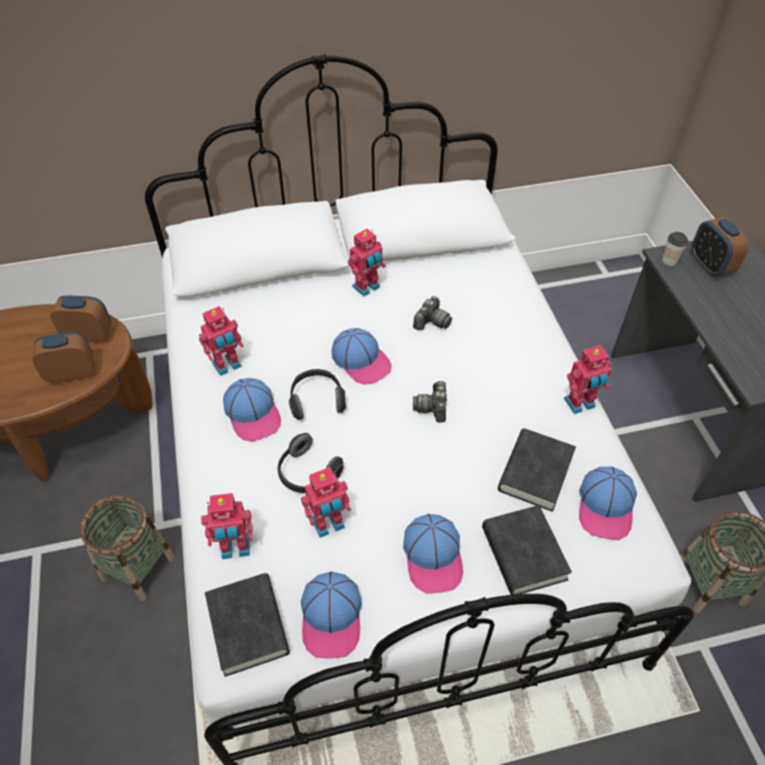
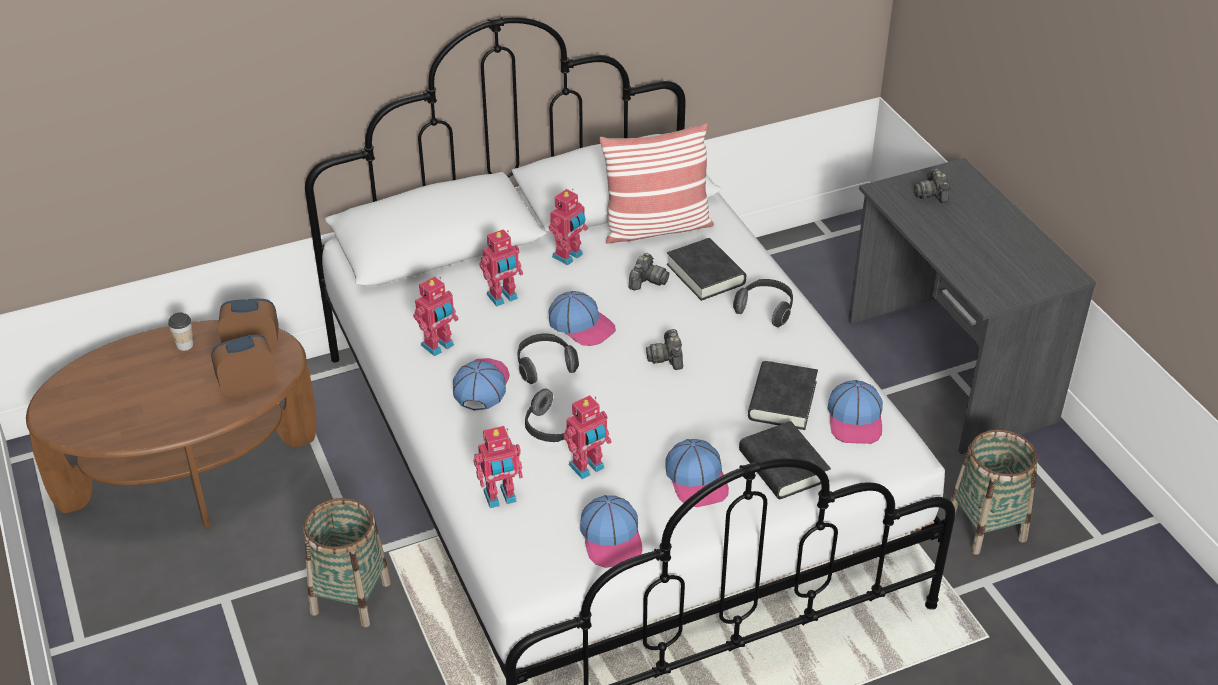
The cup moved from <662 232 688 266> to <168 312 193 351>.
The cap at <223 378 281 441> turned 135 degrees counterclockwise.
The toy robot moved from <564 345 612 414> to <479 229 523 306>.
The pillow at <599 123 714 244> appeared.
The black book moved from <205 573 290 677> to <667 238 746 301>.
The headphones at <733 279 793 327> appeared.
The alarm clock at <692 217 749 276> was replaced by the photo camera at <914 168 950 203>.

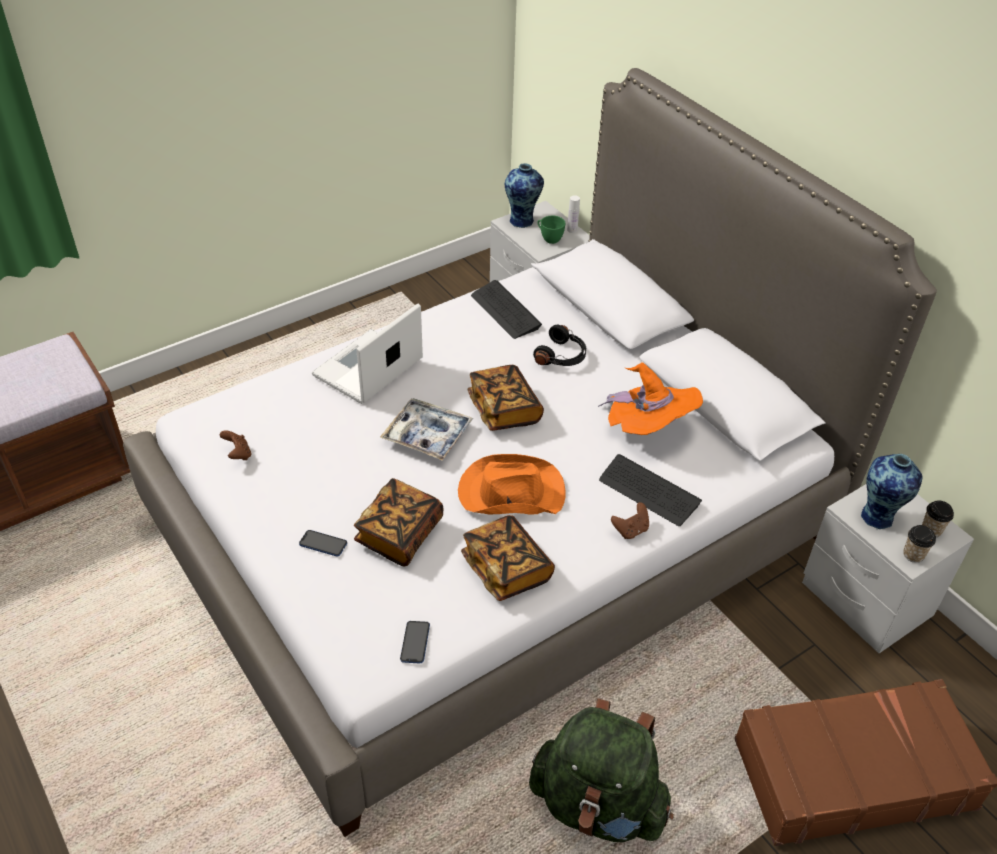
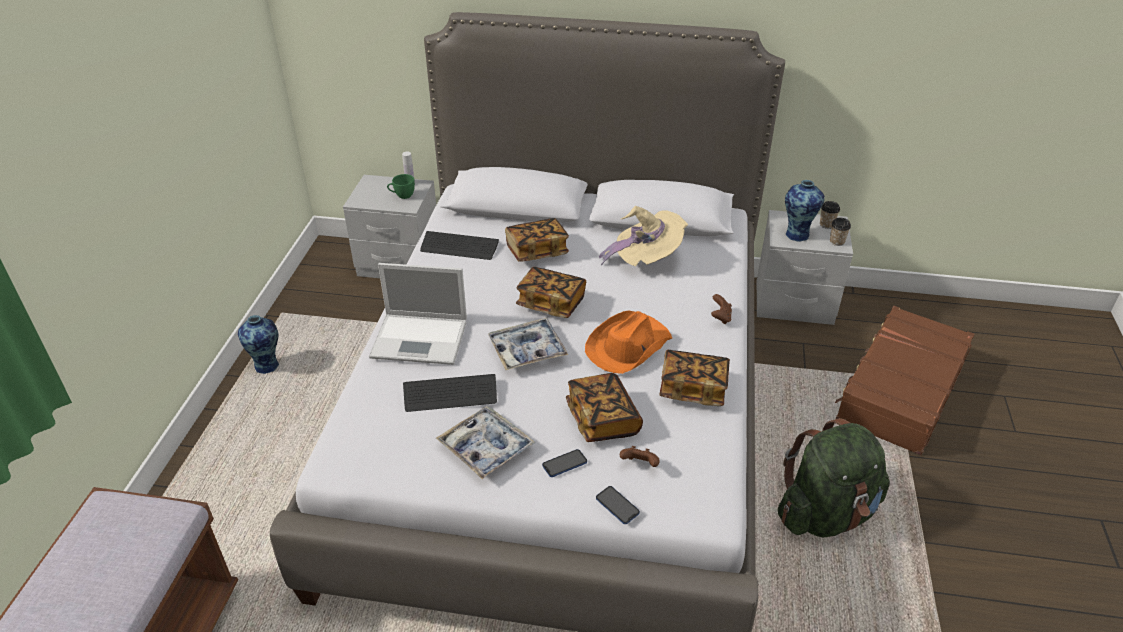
The vase moved from <505 163 544 228> to <238 315 279 374>.
The laptop at <312 303 423 404> turned 75 degrees counterclockwise.
The keyboard moved from <599 454 702 526> to <403 374 497 412>.
The tray at <436 406 535 479> appeared.
The black headphones at <533 325 586 366> was replaced by the book at <505 218 569 262>.
The phone moved from <400 621 430 663> to <596 486 640 524>.
The orange hat at <598 362 703 435> became the beige hat at <599 206 688 266>.
The brown game controller moved from <220 430 252 460> to <620 446 660 467>.

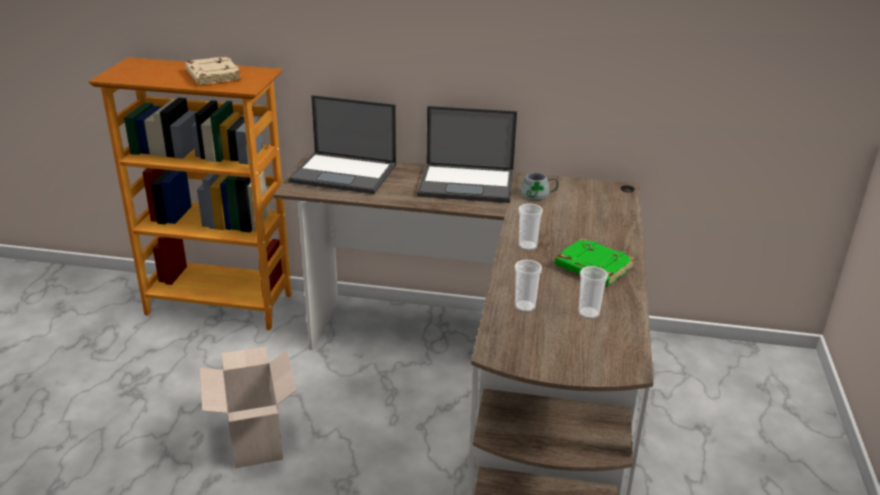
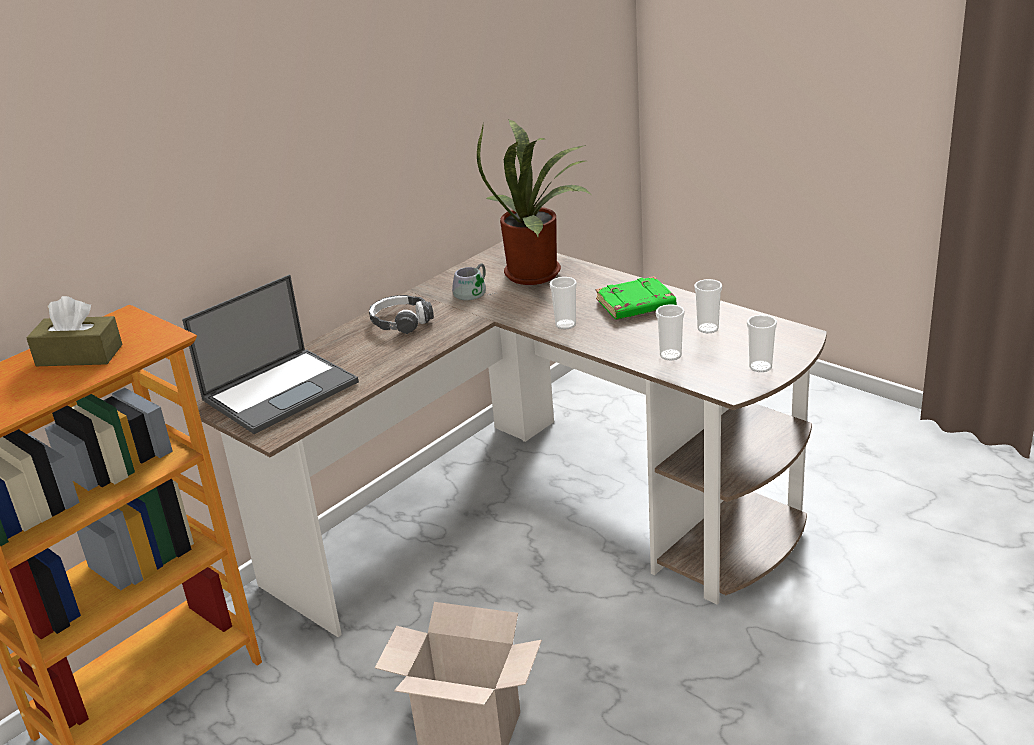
The beige book at <185 56 241 85> was replaced by the brown tissue box at <26 296 123 366>.
The laptop at <417 106 517 203> was replaced by the headphones at <369 295 434 334>.
The potted plant at <477 119 593 285> appeared.
The cup at <747 315 777 372> appeared.

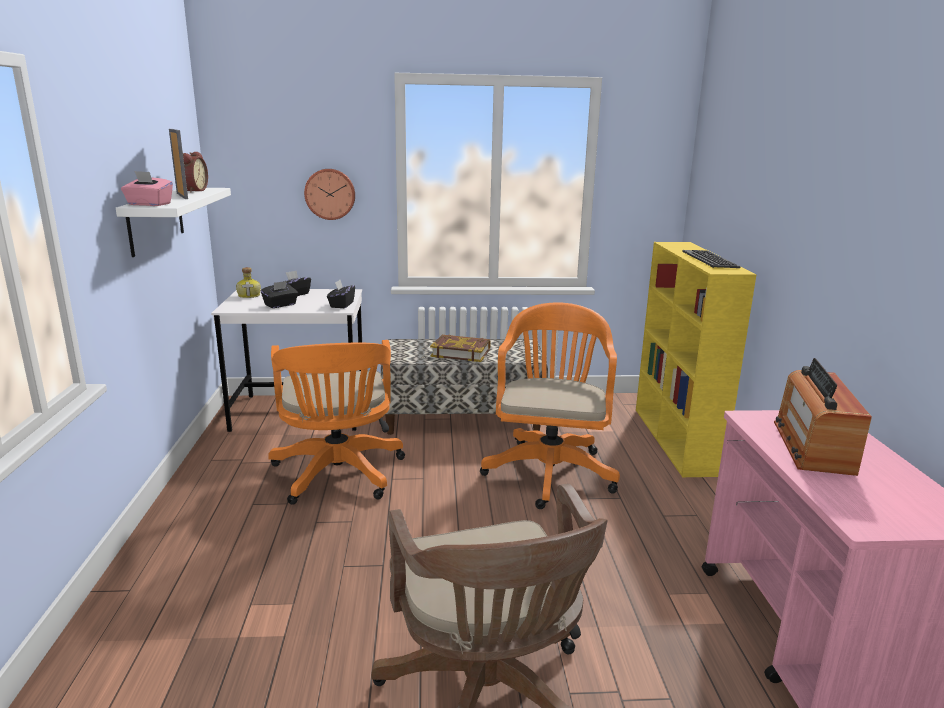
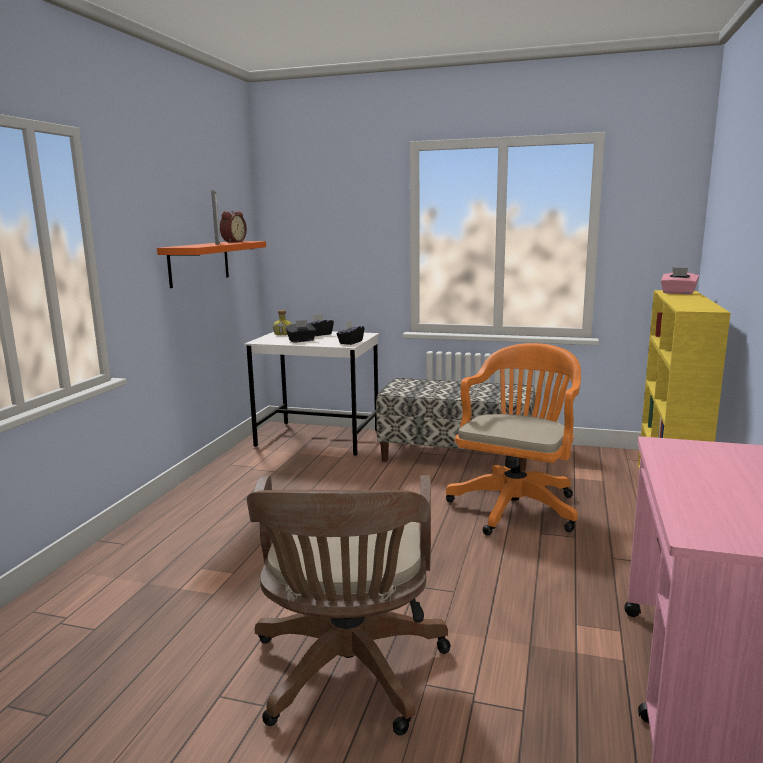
The white shelf at <116 188 231 257> became the orange shelf at <157 241 266 288>.
The pink tissue box moved from <121 171 173 206> to <661 267 699 294>.
The orange office chair at <268 340 405 505> disappeared.
The wall clock at <304 169 355 220> disappeared.
The book at <430 335 491 362> disappeared.
The keyboard at <682 250 741 268> disappeared.
The radio at <774 358 872 476> disappeared.

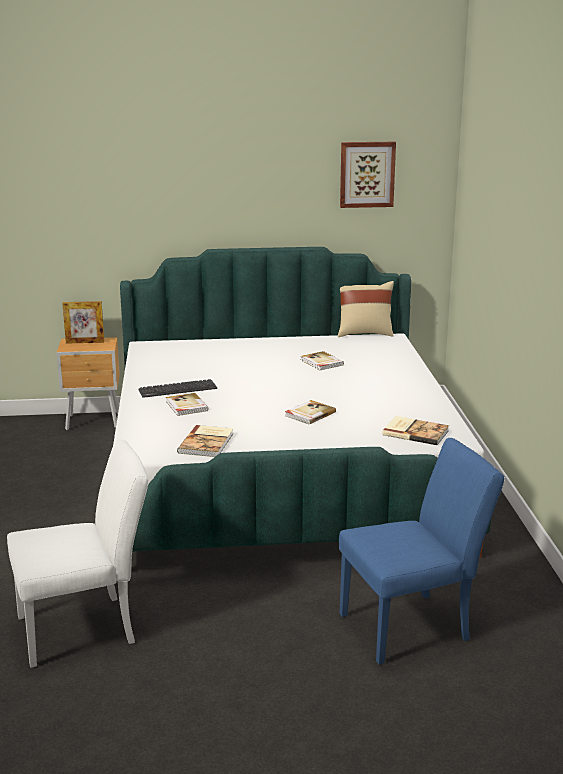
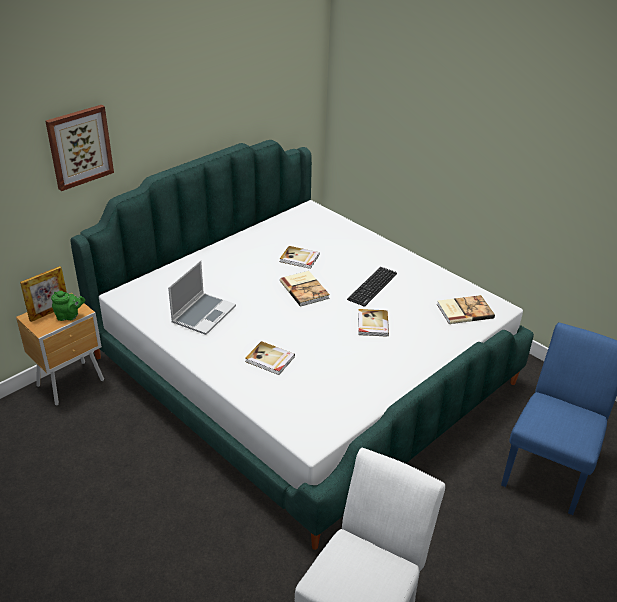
The picture moved from <340 142 396 208> to <45 105 114 191>.
The green teapot at <51 291 85 321> appeared.
The laptop at <168 260 236 335> appeared.
The book moved from <177 425 233 457> to <280 271 330 307>.
The keyboard moved from <138 379 217 398> to <347 267 397 307>.
The beige pillow at <338 281 394 337> disappeared.

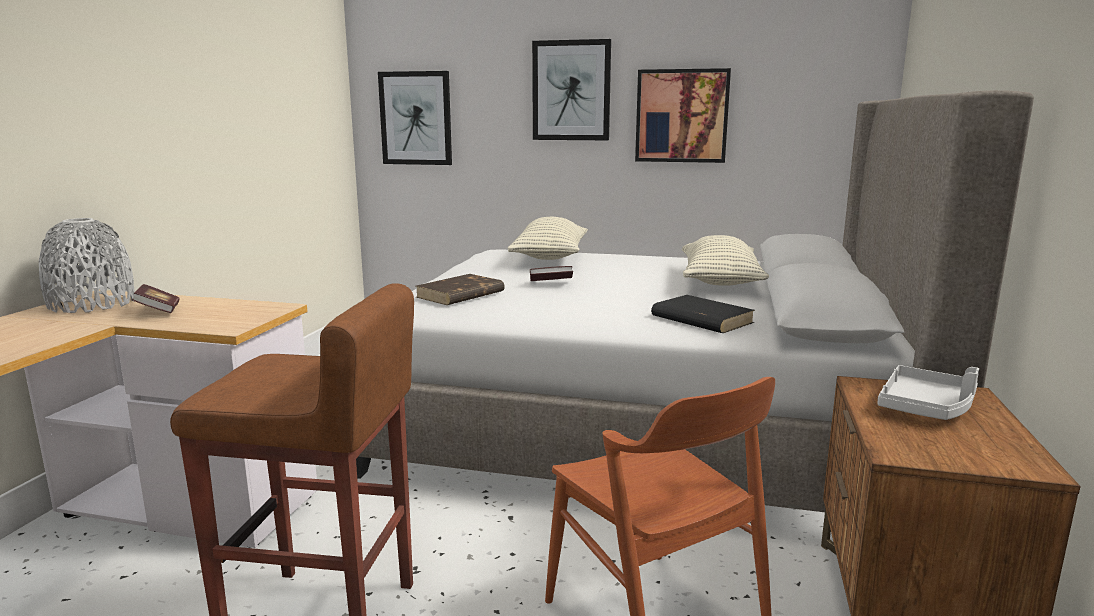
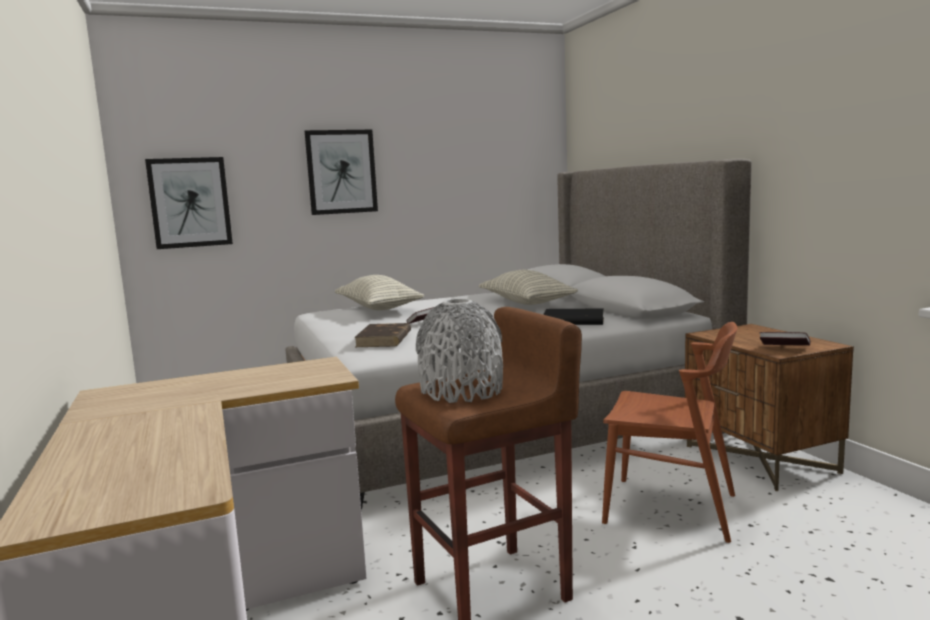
The grey vase moved from <39 218 135 313> to <416 299 503 403>.
The book moved from <132 284 180 313> to <759 332 810 345>.
The picture at <635 68 731 163> disappeared.
The grey tray at <877 365 979 420> disappeared.

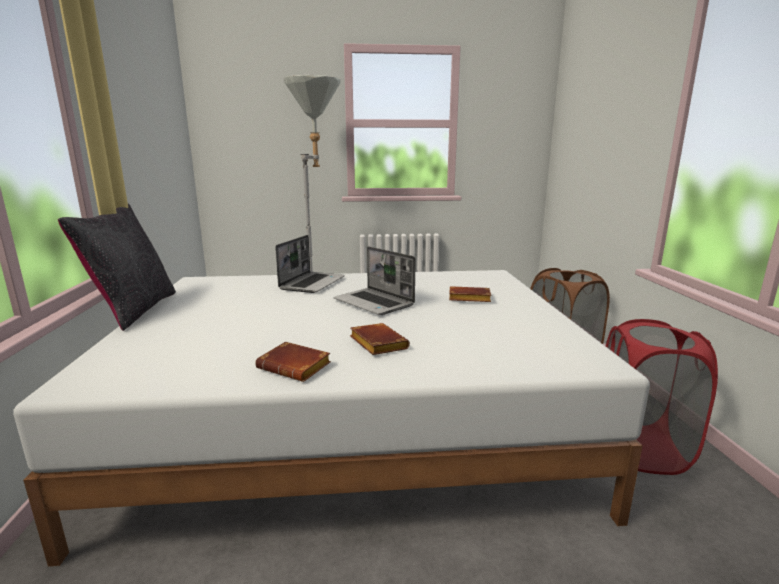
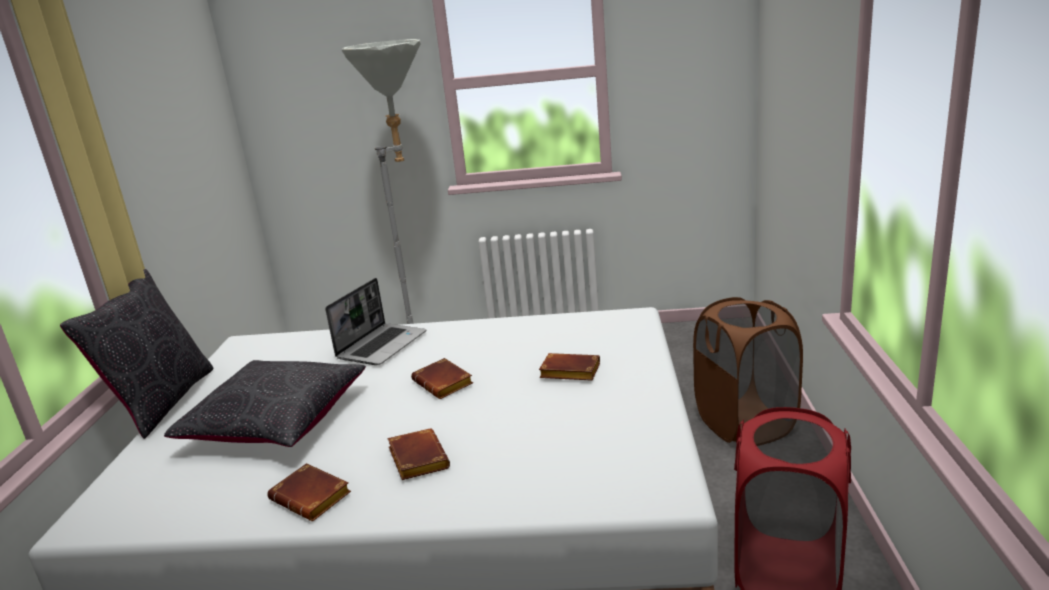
The black pillow at <164 360 366 447> appeared.
The laptop at <333 246 416 315> was replaced by the brown book at <411 358 473 399>.

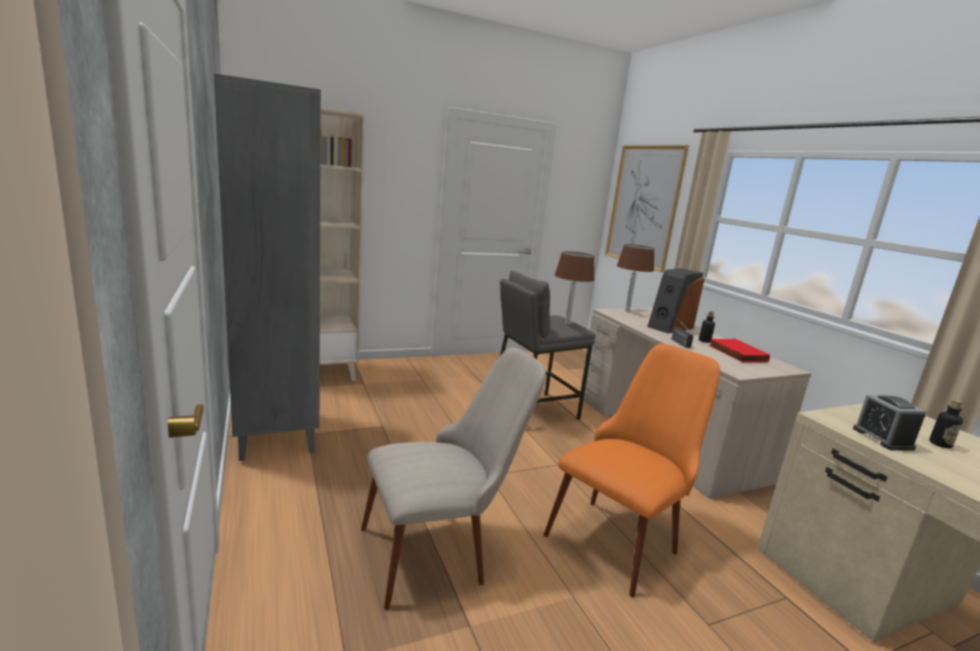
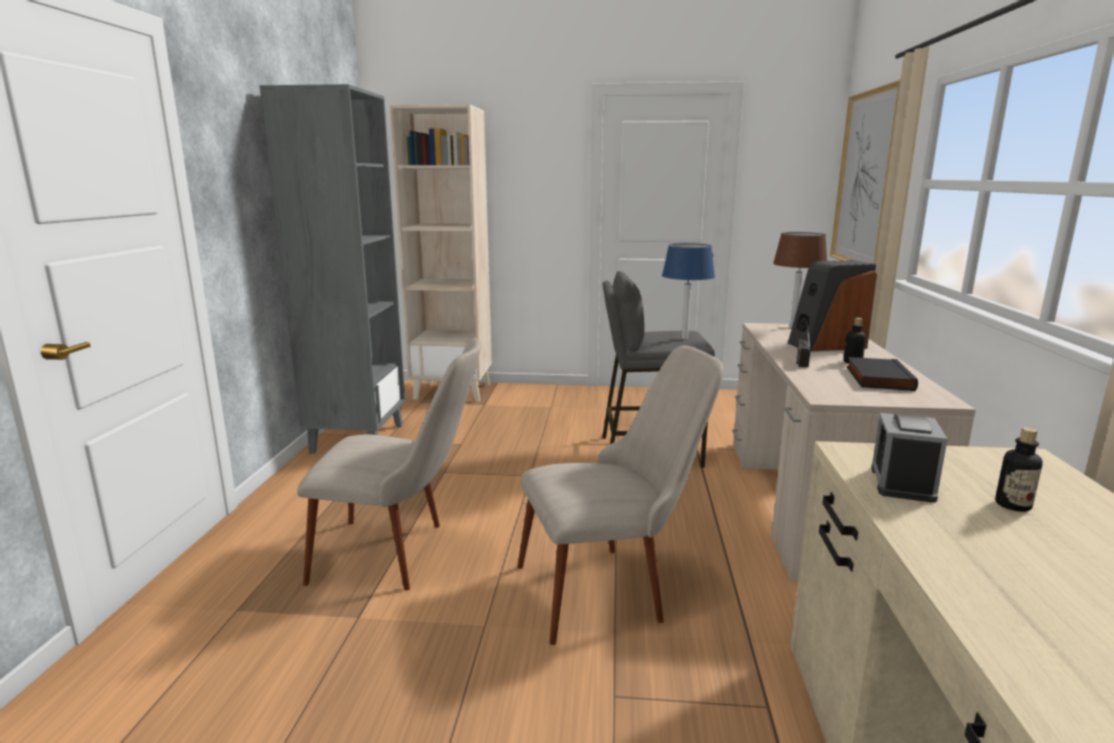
The orange chair at <544 344 720 597> became the beige chair at <517 346 723 645>.
The brown table lamp at <555 251 595 325> became the blue table lamp at <662 243 715 340>.
The red book at <708 339 770 362> became the black book at <846 357 918 391>.

